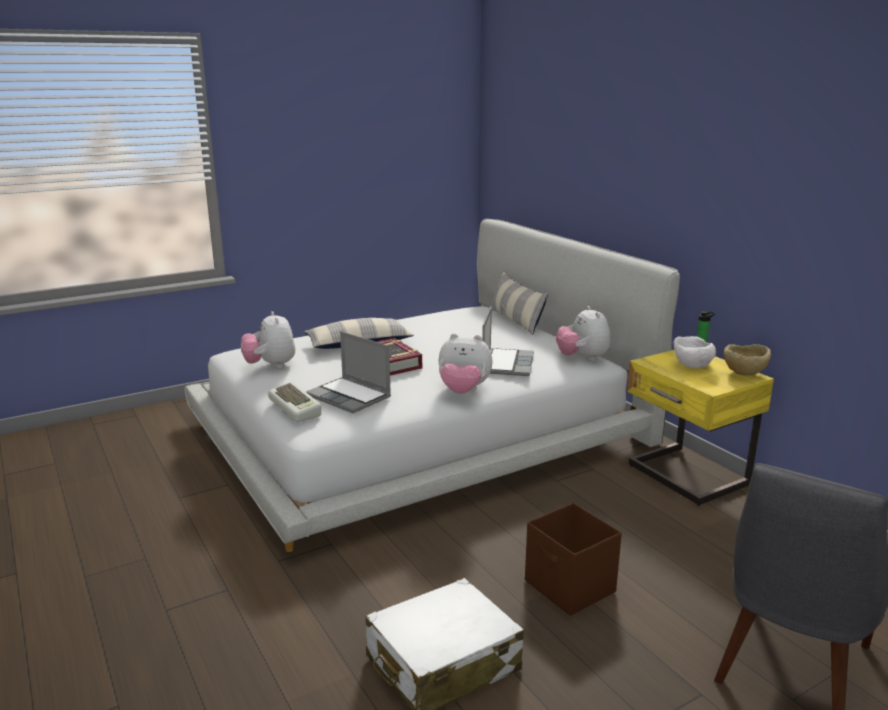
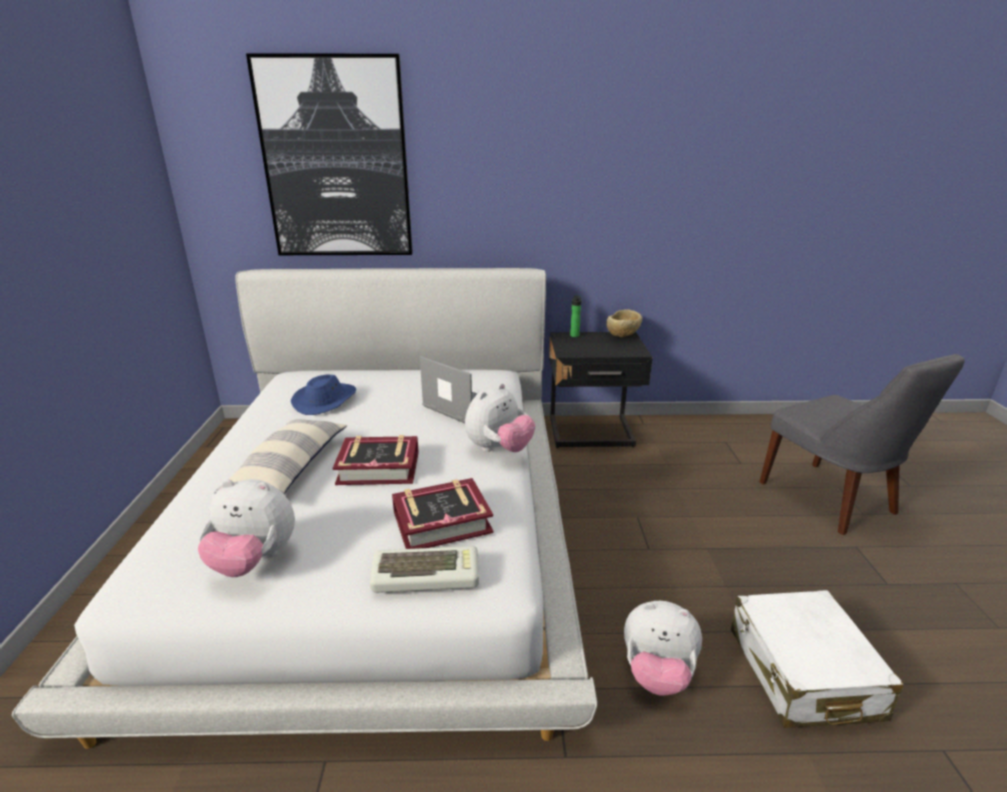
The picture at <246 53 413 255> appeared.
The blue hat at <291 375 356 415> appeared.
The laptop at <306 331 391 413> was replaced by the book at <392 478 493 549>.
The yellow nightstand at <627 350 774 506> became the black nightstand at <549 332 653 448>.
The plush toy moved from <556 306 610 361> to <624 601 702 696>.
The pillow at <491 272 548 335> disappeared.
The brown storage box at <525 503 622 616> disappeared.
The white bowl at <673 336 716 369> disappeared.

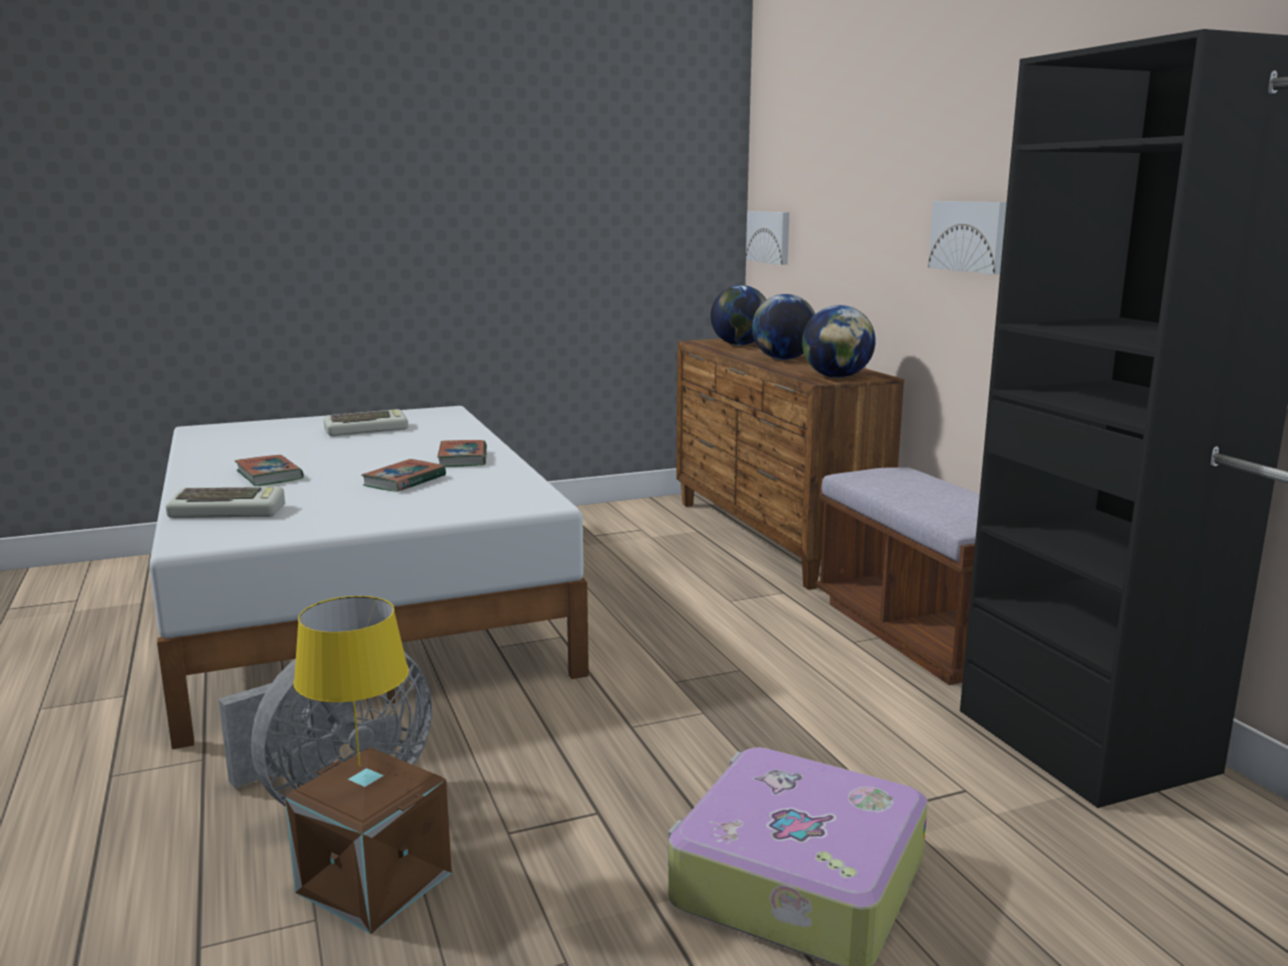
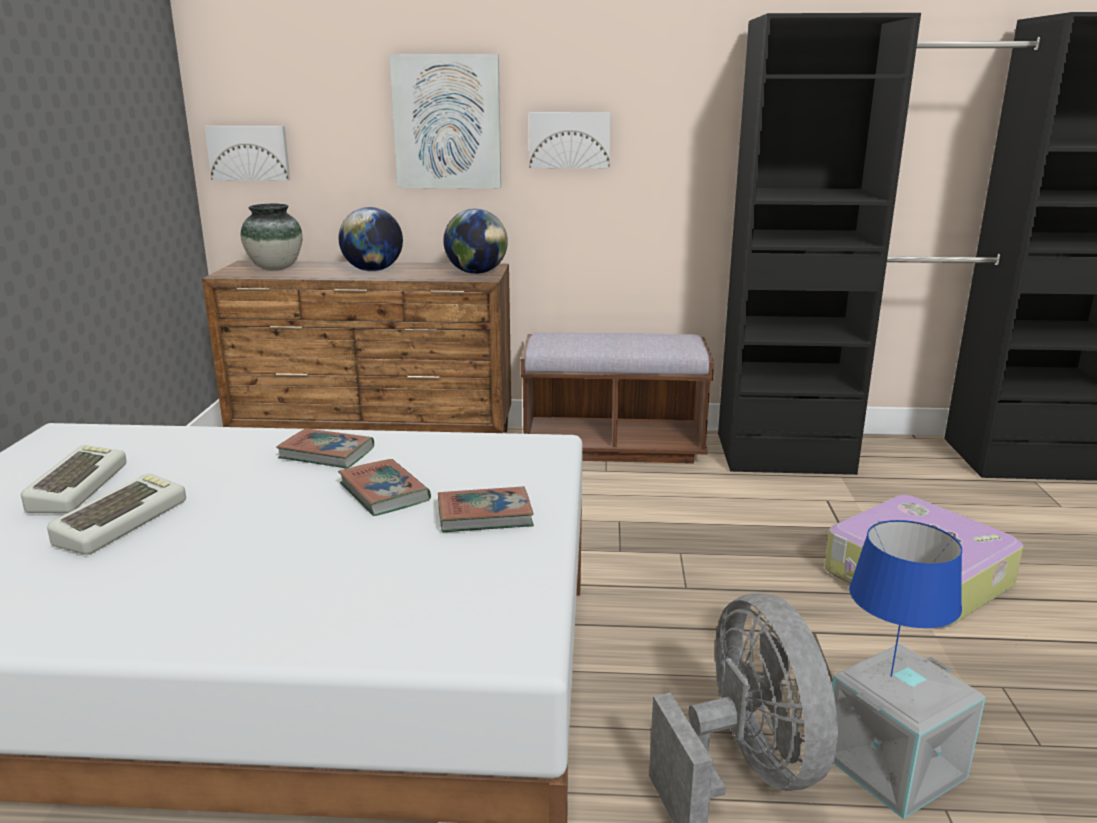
The keyboard moved from <166 486 285 518> to <47 473 186 555>.
The globe at <710 285 766 345> was replaced by the vase at <241 204 303 271>.
The picture at <389 54 501 189> appeared.
The book moved from <235 455 304 486> to <438 486 534 532>.
The brown storage box at <285 747 452 934> became the grey storage box at <832 644 986 819>.
The yellow table lamp at <294 596 409 766> became the blue table lamp at <849 520 962 677>.

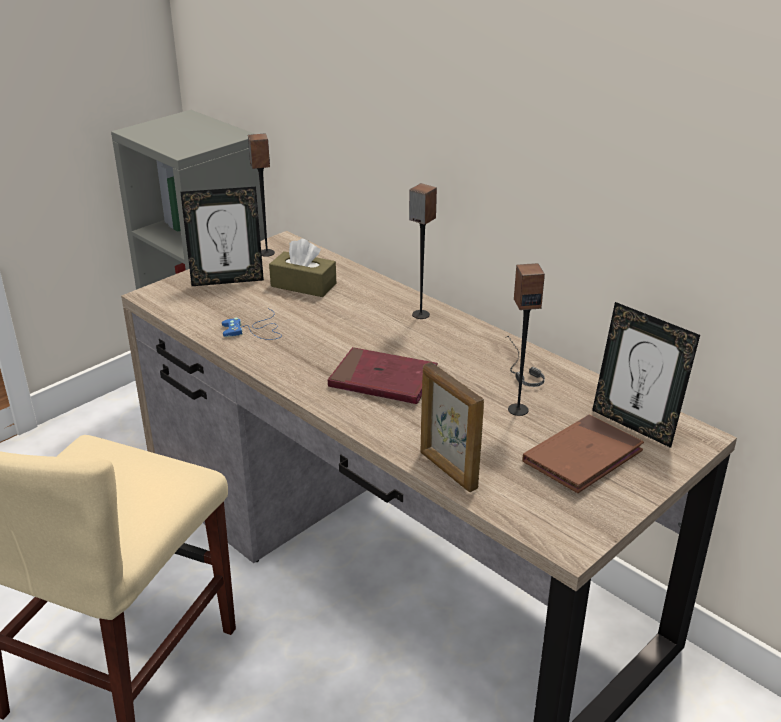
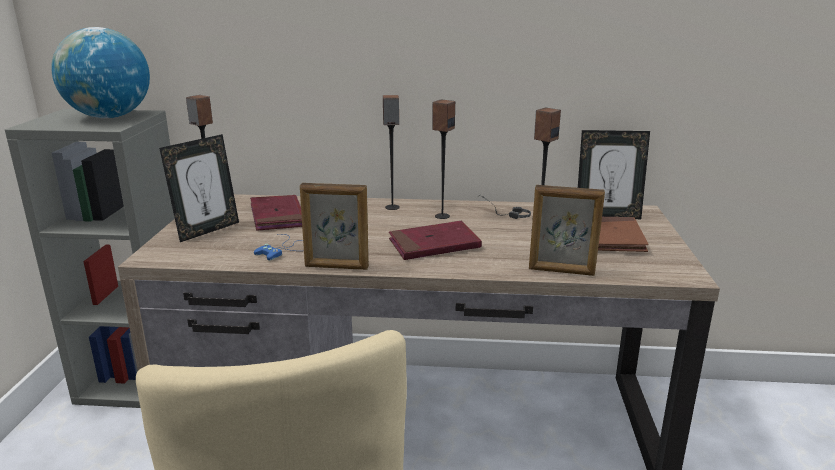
The globe at <51 27 150 118> appeared.
The brown tissue box at <269 238 336 297> was replaced by the red book at <250 195 302 231>.
The picture frame at <300 183 369 270> appeared.
The speaker at <432 99 455 219> appeared.

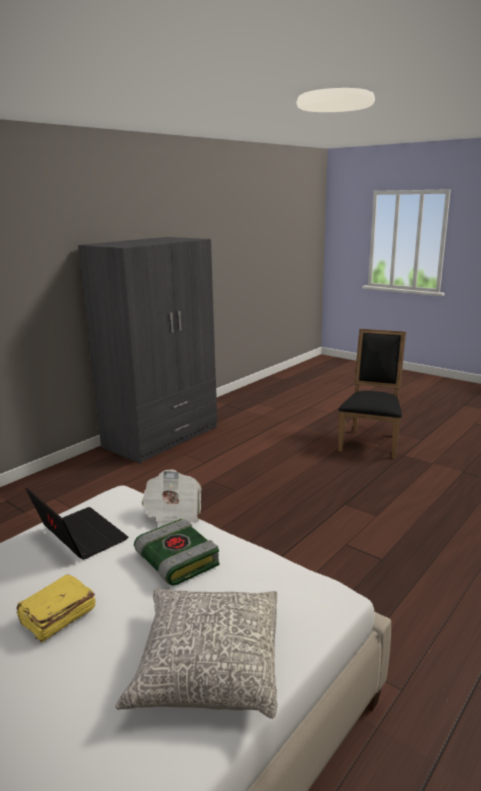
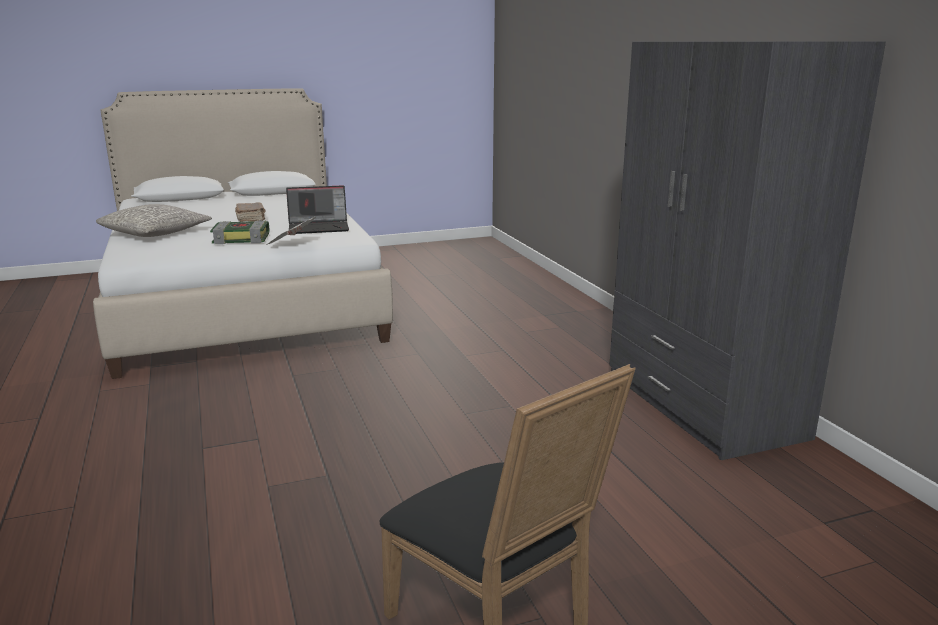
The yellow book at <16 574 96 643> became the brown book at <235 202 265 222>.

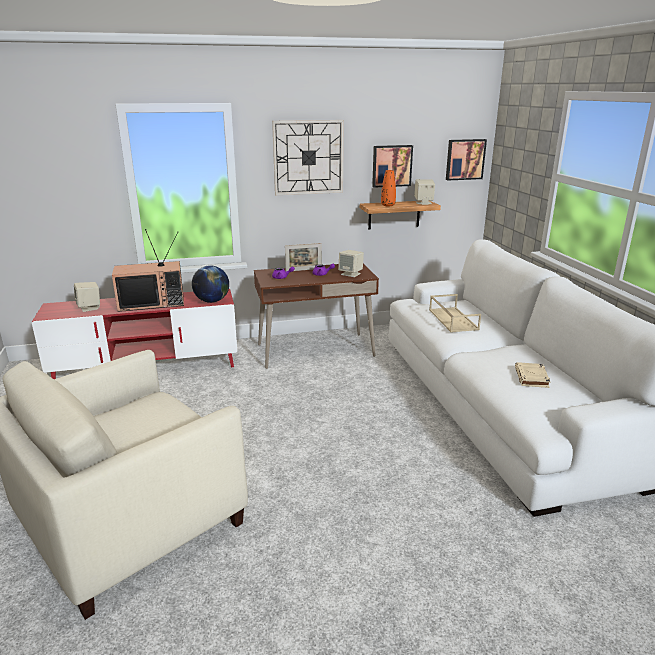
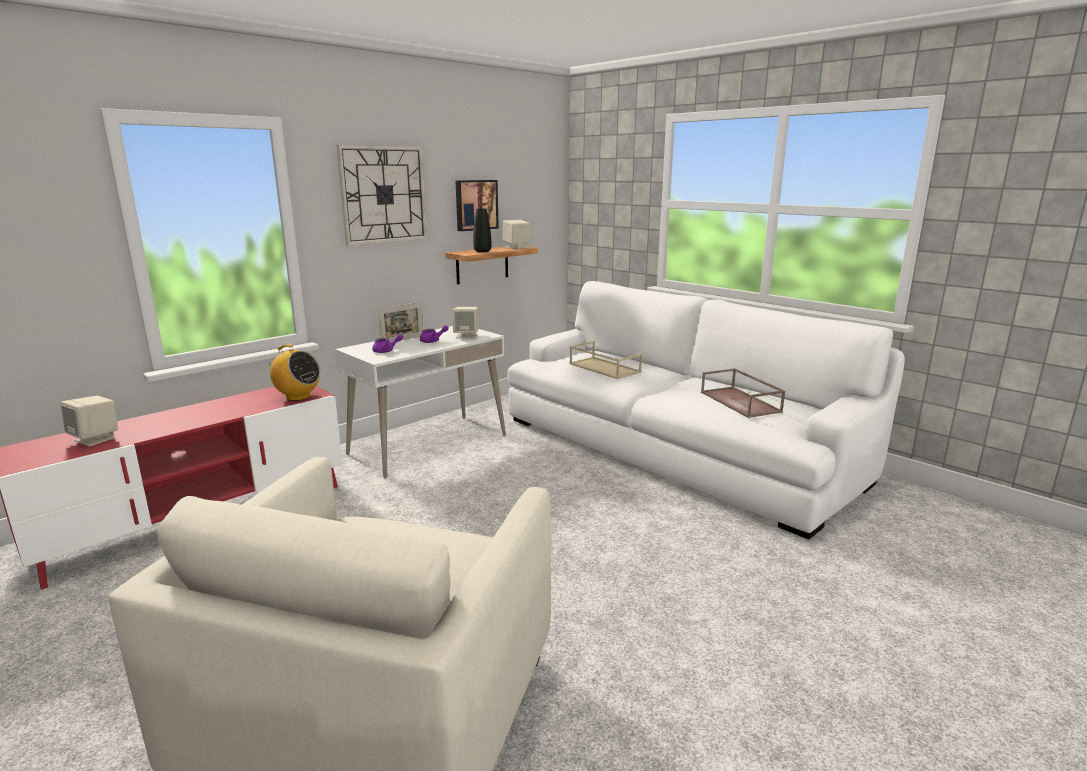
The globe at <192 265 229 303> was replaced by the radio at <264 344 320 401>.
The brown desk at <254 264 379 369> became the white desk at <335 326 506 478>.
The orange vase at <381 170 396 206> became the black vase at <473 209 491 252>.
The beige book at <515 362 550 388> was replaced by the brown tray at <701 368 785 418>.
The television at <112 229 184 312> disappeared.
The picture at <446 139 487 180> disappeared.

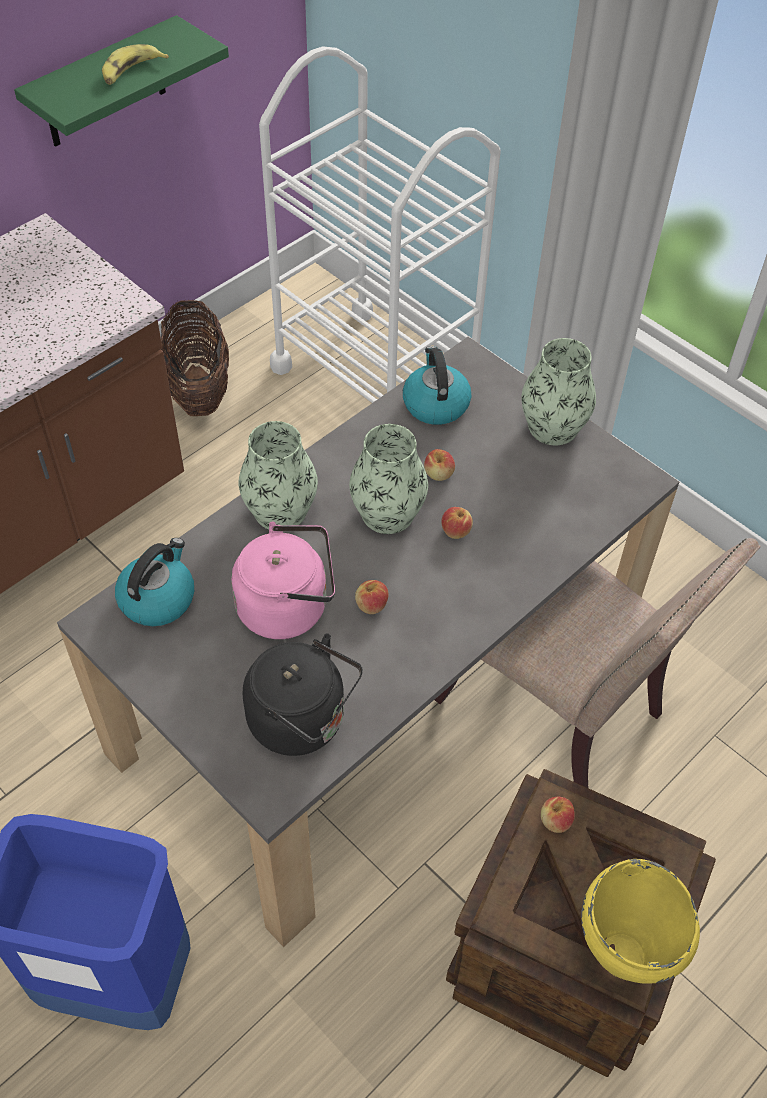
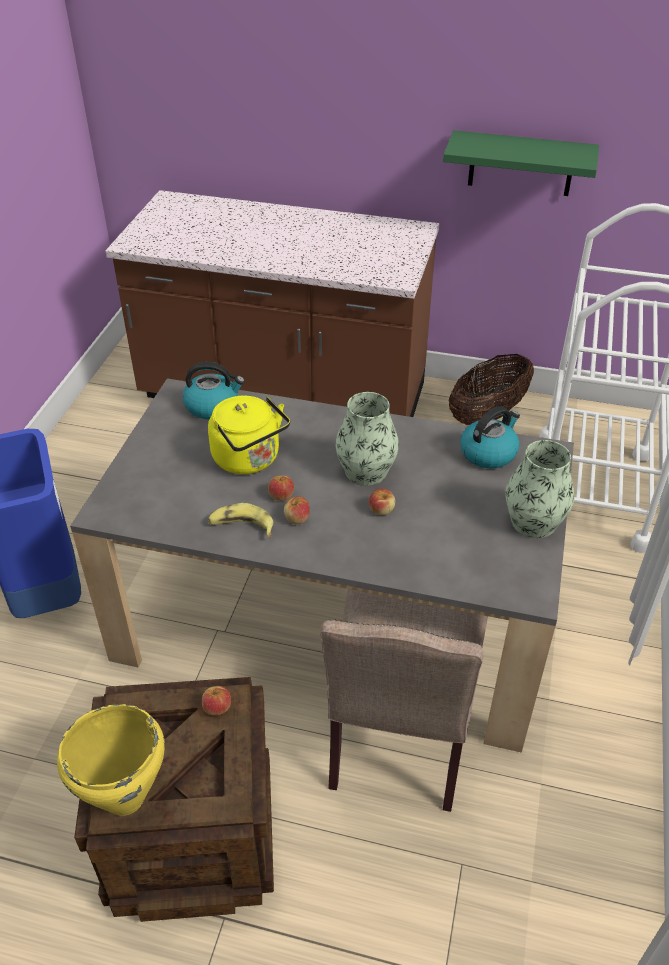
The pink kettle at <231 522 335 639> became the yellow kettle at <208 396 290 474>.
The banana moved from <102 44 169 85> to <208 503 273 537>.
The apple moved from <424 449 455 481> to <284 496 310 524>.
The vase at <239 421 318 530> disappeared.
The black kettle at <243 633 363 756> disappeared.

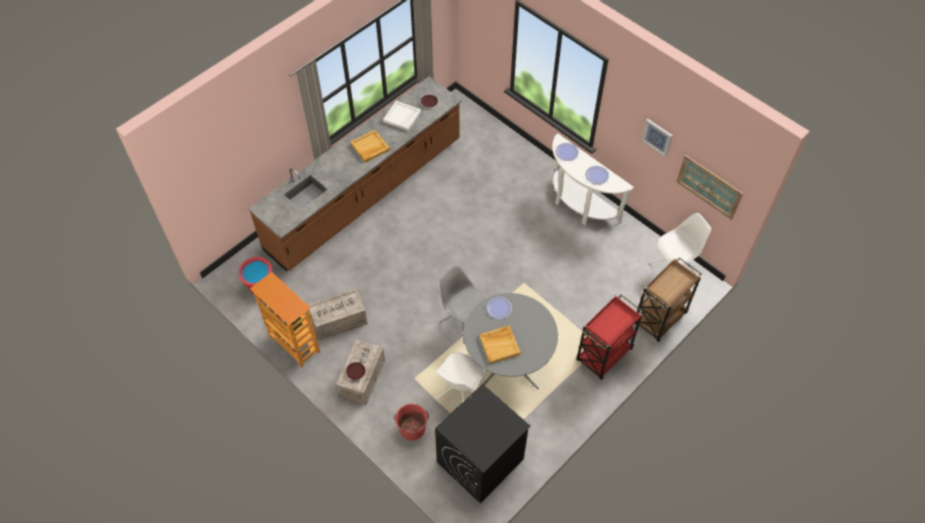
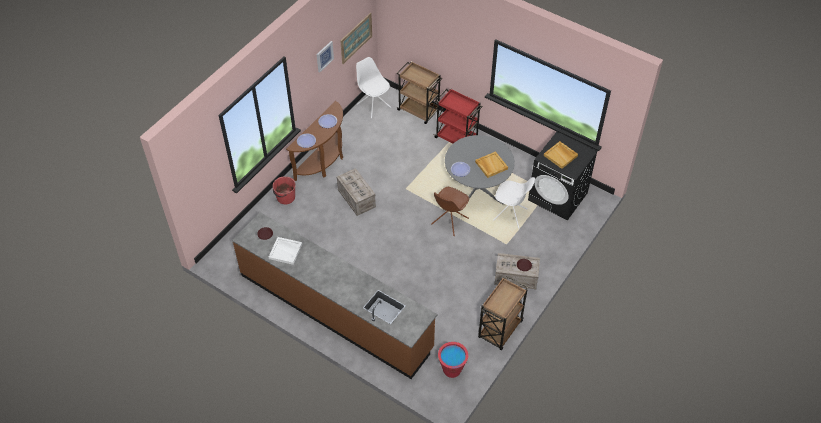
The red bucket moved from <394 404 429 441> to <273 176 296 204>.
The white console table at <552 134 634 225> became the brown console table at <286 101 343 181>.
The crate moved from <308 288 368 340> to <337 168 376 216>.
The grey chair at <439 265 486 344> became the brown chair at <431 187 469 236>.
The bookcase at <250 272 320 368> was replaced by the brown cart at <478 276 528 351>.
The beige tray moved from <350 130 390 163> to <544 141 578 169>.

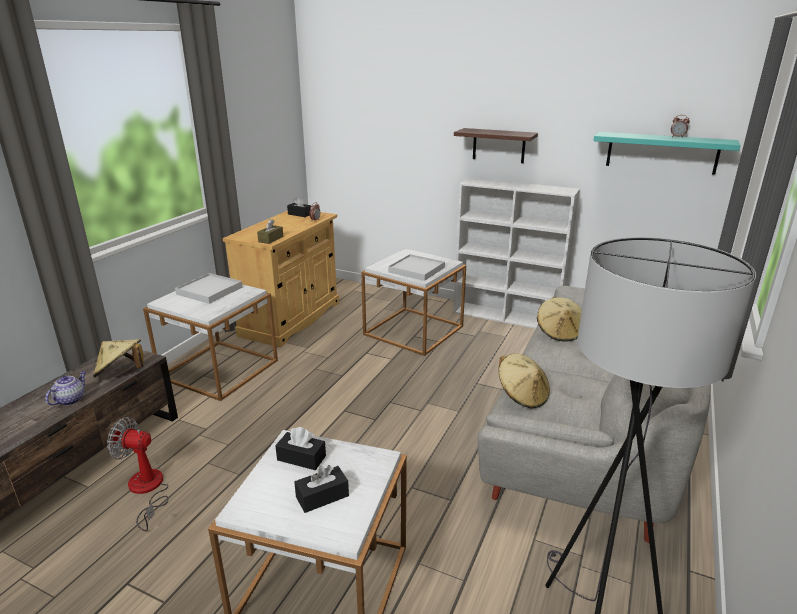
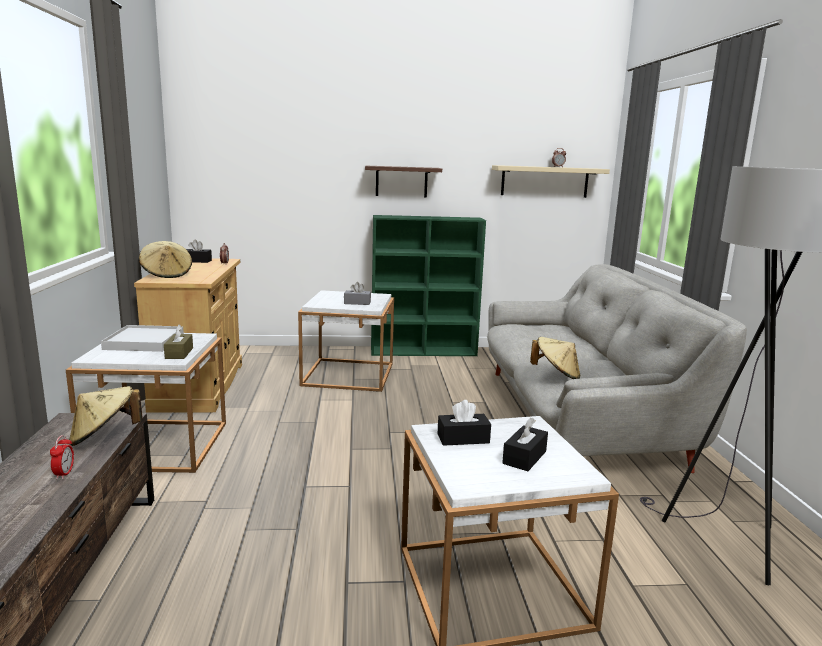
The teapot at <45 371 86 406> was replaced by the alarm clock at <50 435 74 479>.
The beige hat moved from <537 297 582 342> to <139 241 192 278>.
The brown tissue box moved from <257 219 283 244> to <164 325 193 359>.
The white tray at <388 254 445 281> was replaced by the grey tissue box at <344 282 371 305>.
The white bookcase at <453 178 580 329> became the green bookcase at <371 215 486 356>.
The turquoise shelf at <593 132 741 175> became the beige shelf at <492 165 610 198>.
The fan at <107 417 168 531> disappeared.

